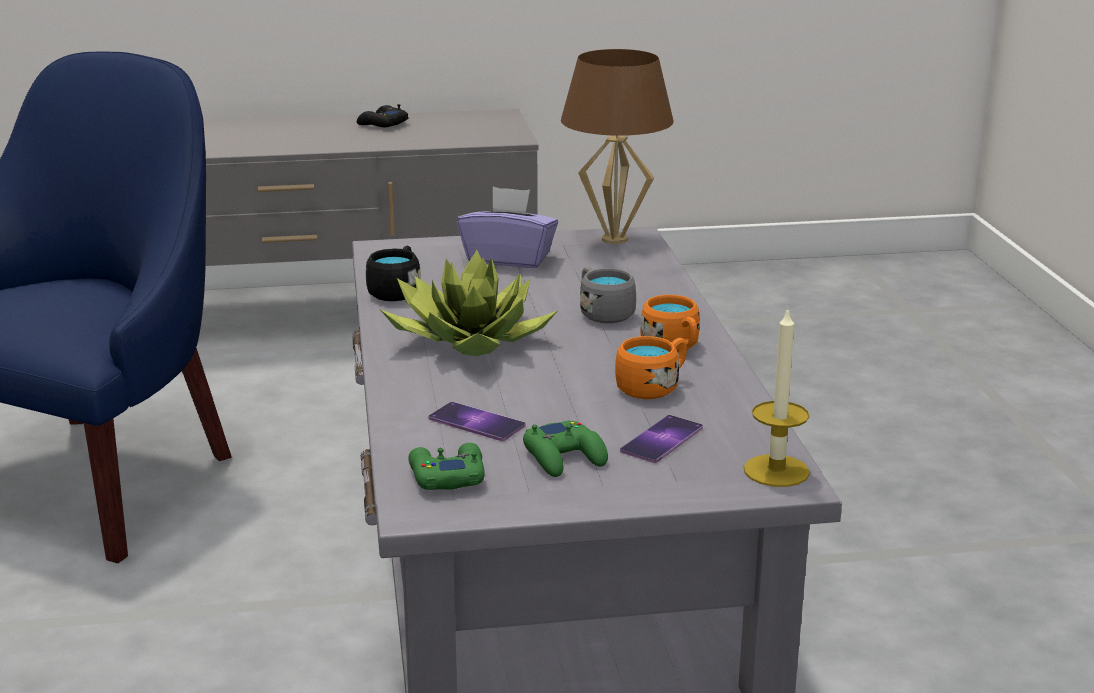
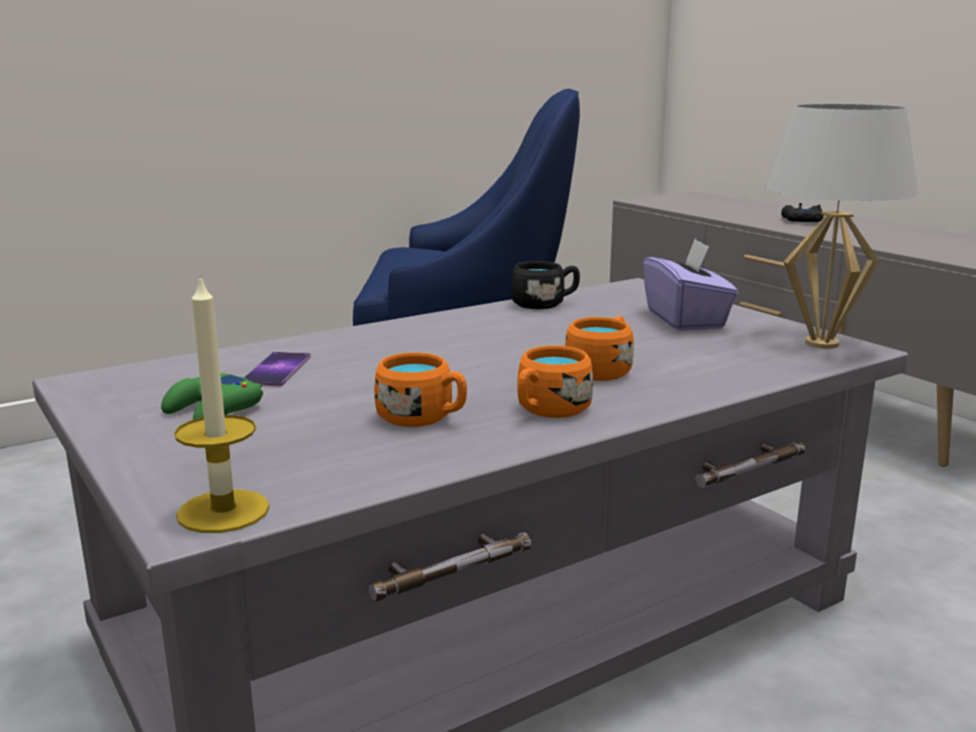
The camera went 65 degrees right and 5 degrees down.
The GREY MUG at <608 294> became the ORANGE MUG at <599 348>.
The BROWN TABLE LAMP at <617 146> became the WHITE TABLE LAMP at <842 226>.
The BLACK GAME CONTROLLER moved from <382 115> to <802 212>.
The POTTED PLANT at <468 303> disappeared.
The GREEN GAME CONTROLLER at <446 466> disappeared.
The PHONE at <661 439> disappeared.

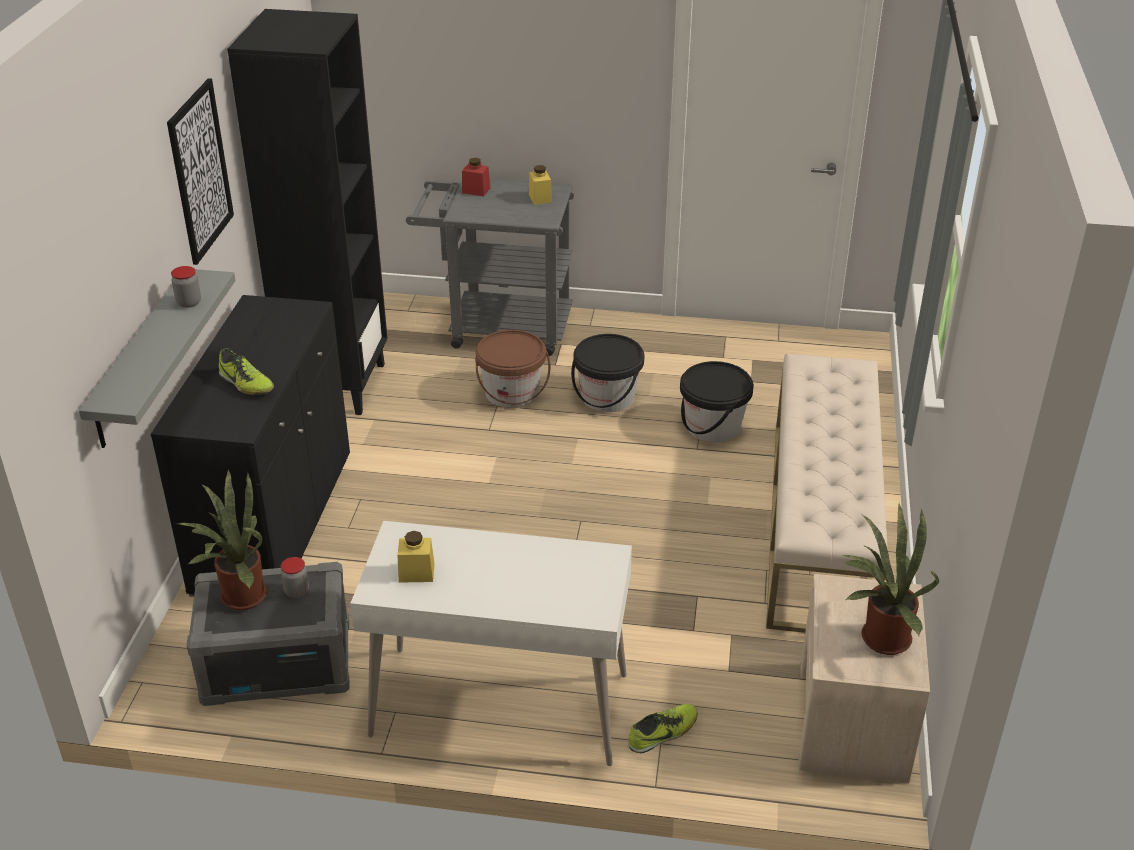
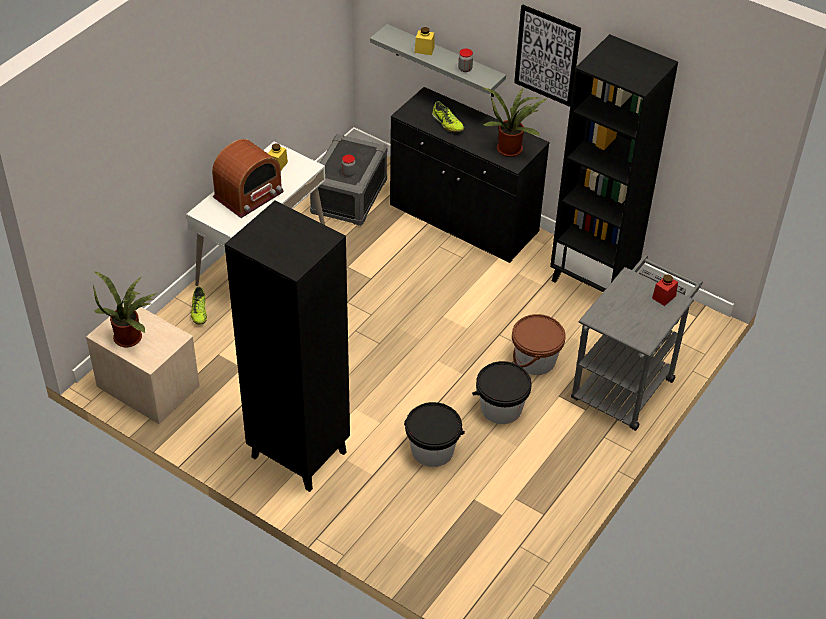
The camera went 115 degrees right and 10 degrees up.
The RADIO at <248 178> appeared.
The BEIGE BENCH at <827 493> was replaced by the BLACK BOOKCASE at <287 346>.
The YELLOW JAR moved from <540 185> to <425 41>.
The SHOE at <246 371> turned 105 degrees counterclockwise.
The POTTED PLANT moved from <220 539> to <515 122>.

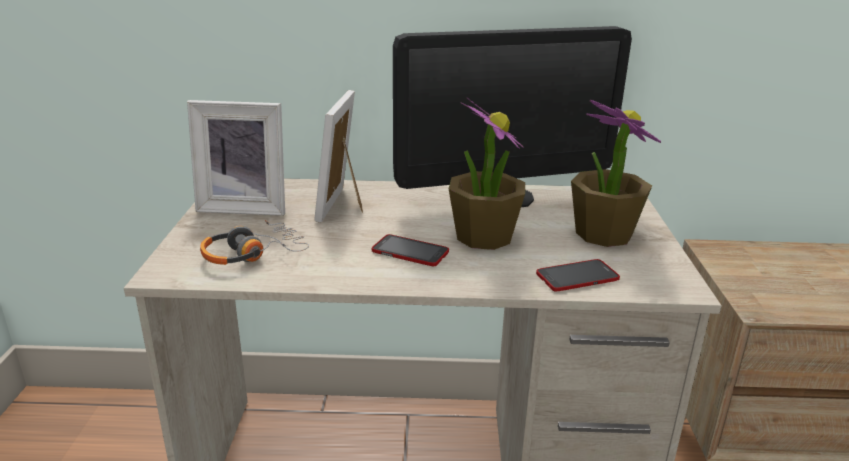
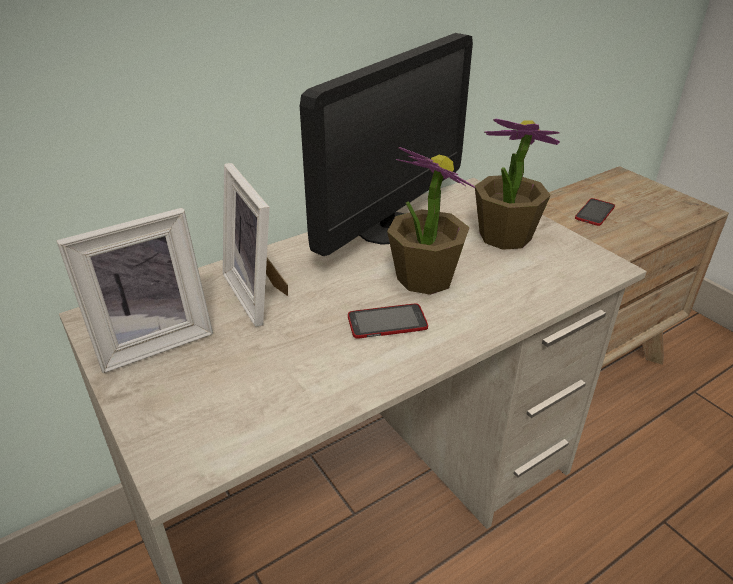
The camera went 35 degrees left and 10 degrees up.
The PHONE moved from <578 275> to <595 212>.
The HEADPHONES at <254 242> disappeared.

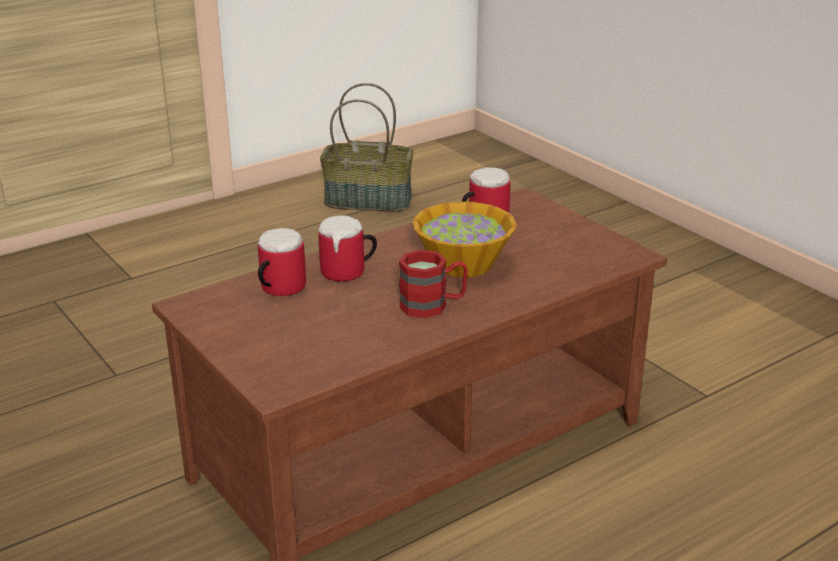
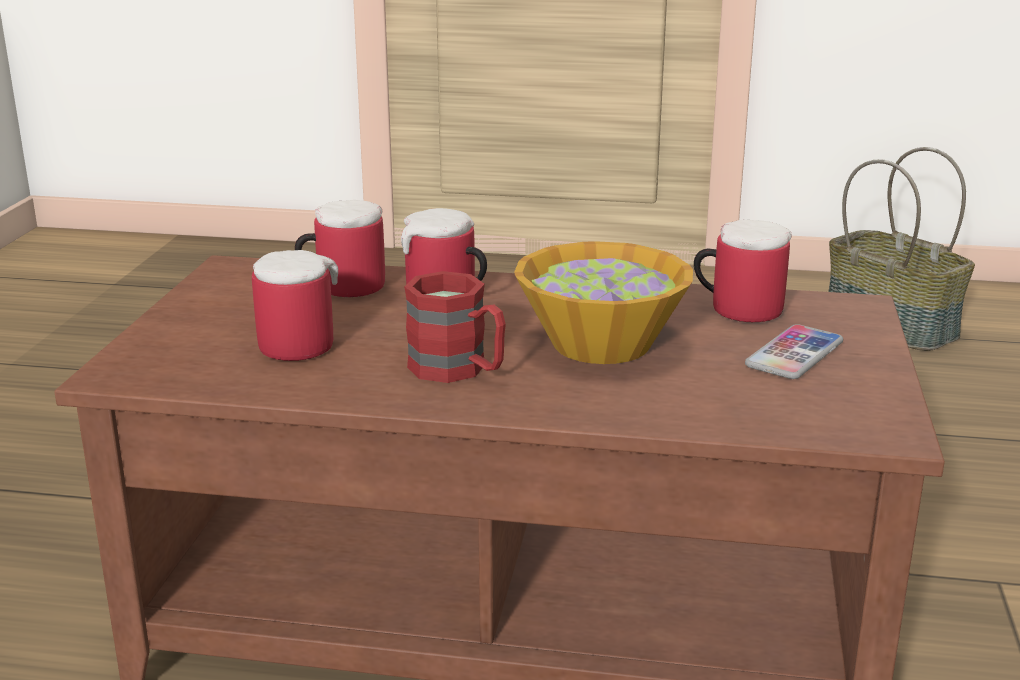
The camera went 45 degrees right and 5 degrees down.
The MUG at <295 305> appeared.
The PHONE at <794 351> appeared.

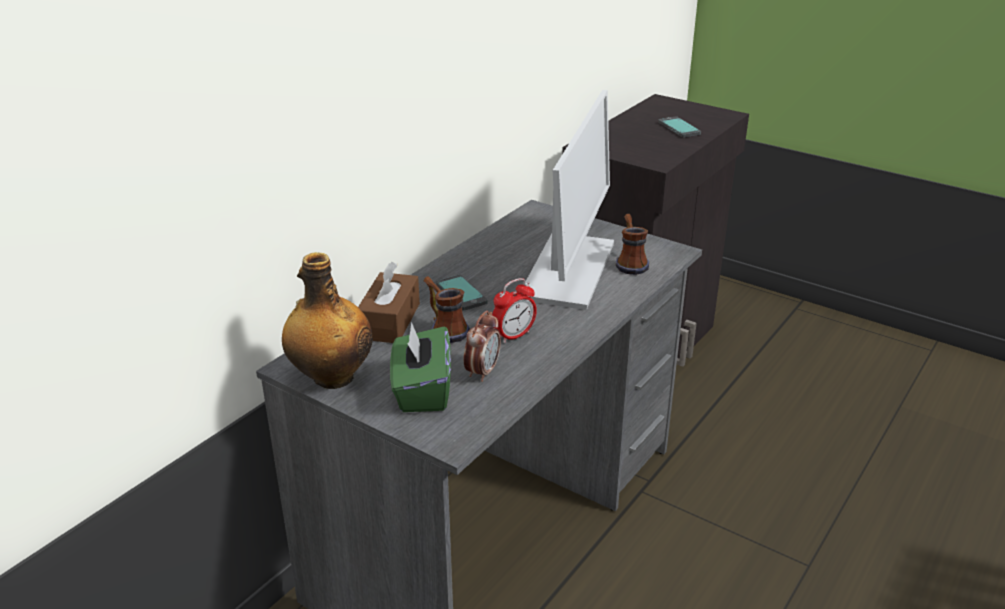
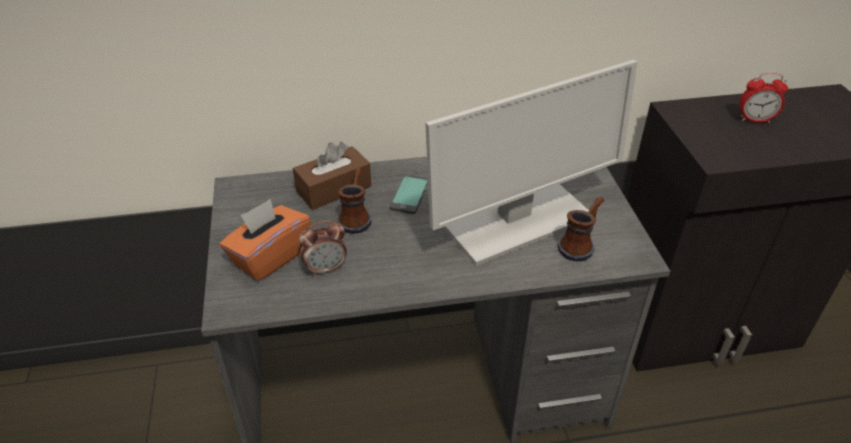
The camera went 45 degrees right and 10 degrees up.
The GREEN TISSUE BOX at <420 367> became the ORANGE TISSUE BOX at <265 240>.
The ALARM CLOCK moved from <514 310> to <763 97>.
The BOTTLE at <327 320> disappeared.
The PHONE at <679 127> disappeared.

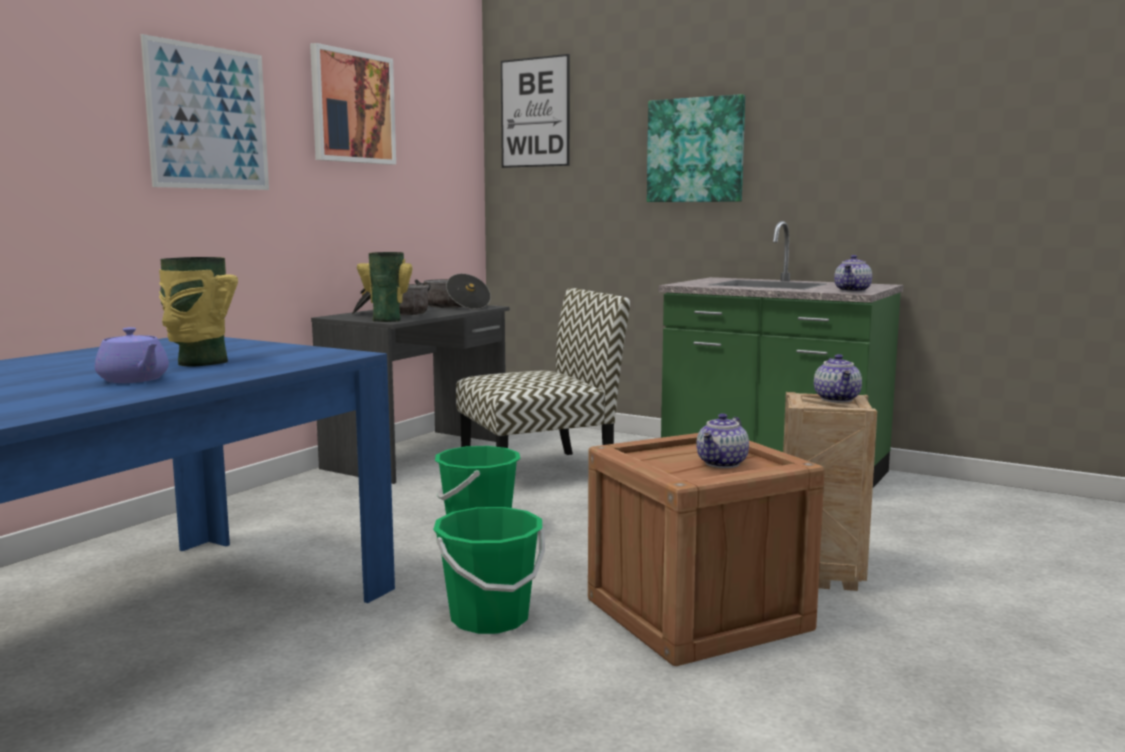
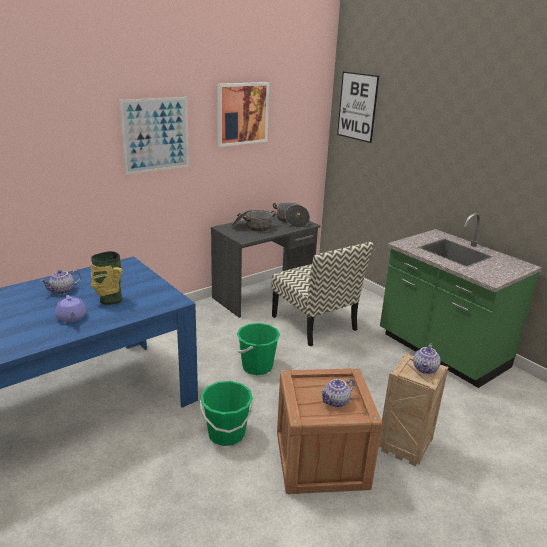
The camera went 20 degrees right and 15 degrees up.
The TEAPOT moved from <853 273> to <60 282>.
The CHAIR at <543 371> turned 60 degrees clockwise.
The VASE at <384 287> disappeared.
The PICTURE at <696 148> disappeared.

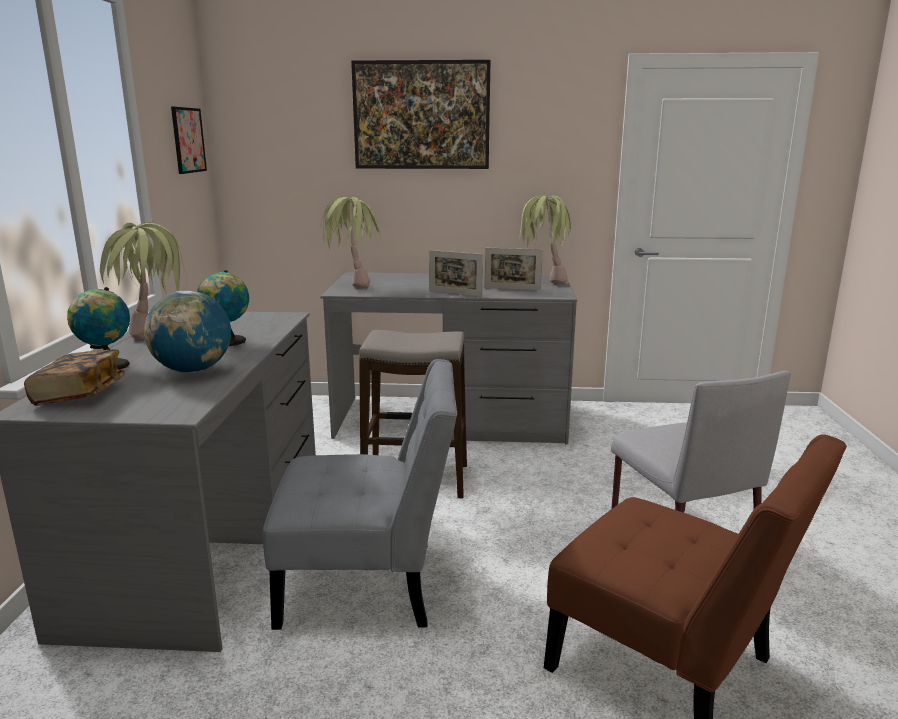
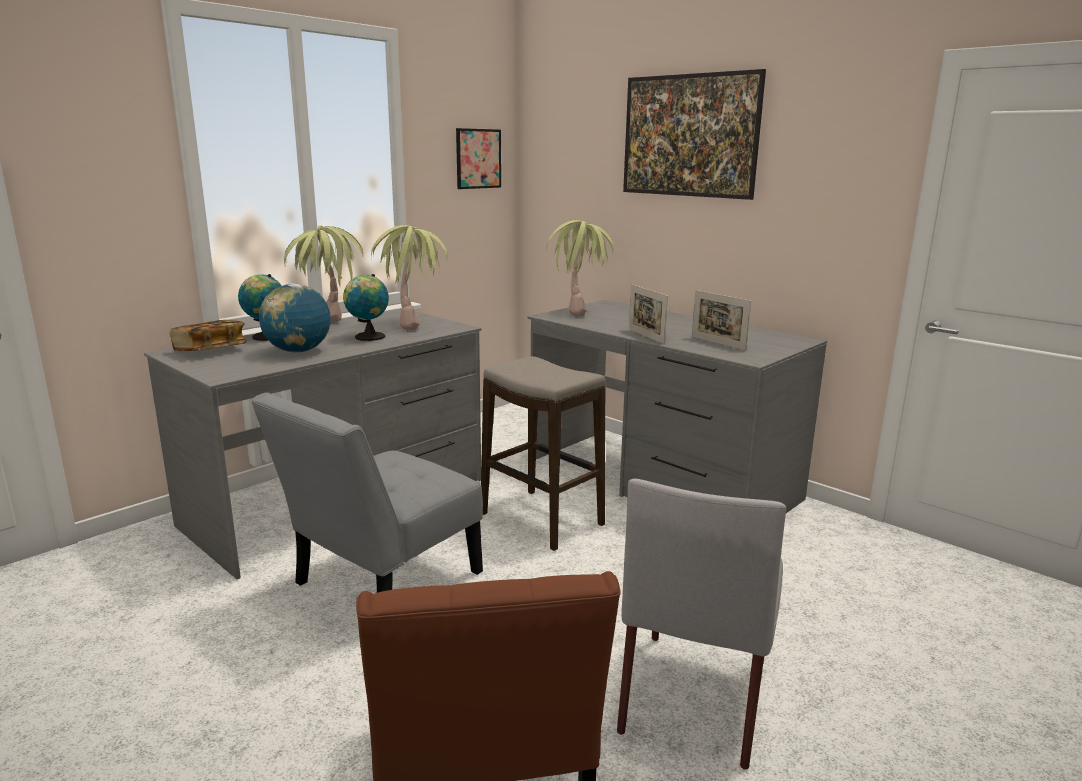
The camera went 40 degrees right and 0 degrees up.
The GREY CHAIR at <360 494> turned 90 degrees clockwise.
The POTTED PLANT moved from <548 240> to <409 277>.

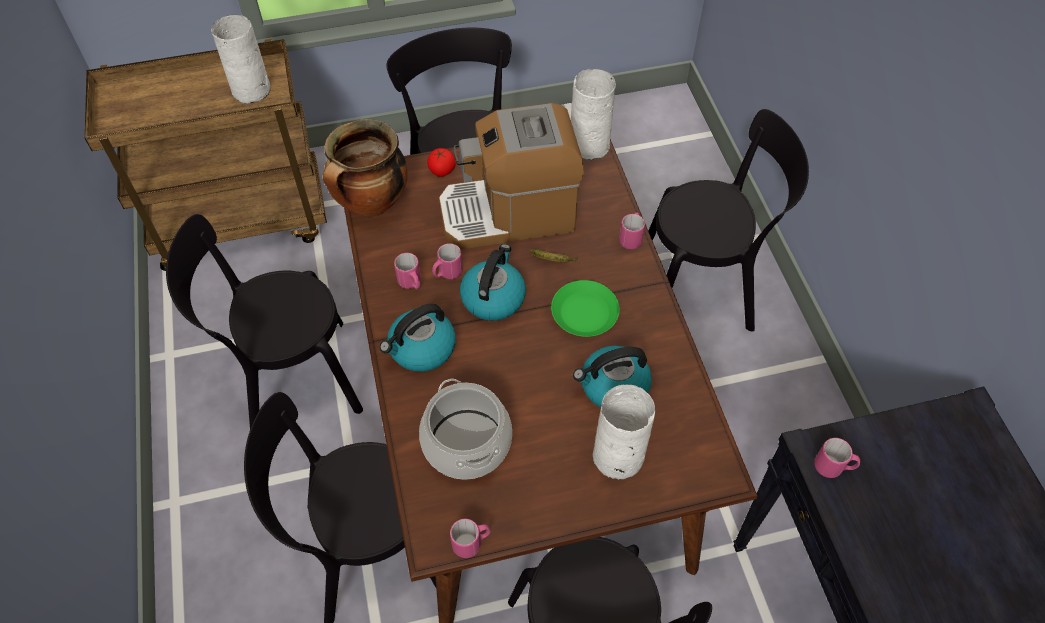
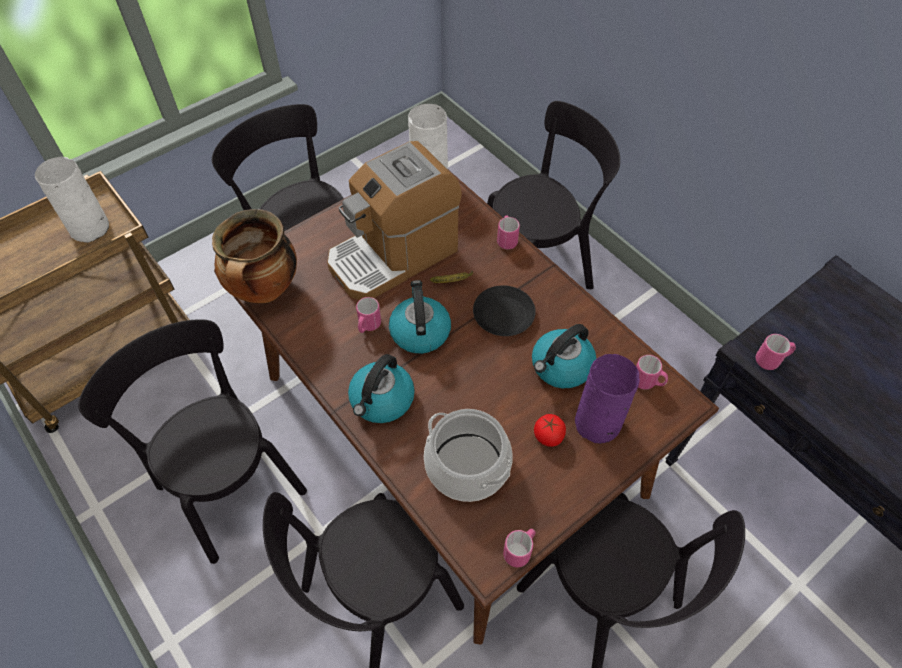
The camera went 25 degrees left and 0 degrees up.
The BLACK CHAIR at <264 321> turned 90 degrees clockwise.
The GREEN PLATE at <585 308> became the BLACK PLATE at <504 310>.
The TOMATO moved from <441 162> to <550 430>.
The WHITE VASE at <624 432> became the PURPLE VASE at <607 399>.
The PINK MUG moved from <407 271> to <652 372>.

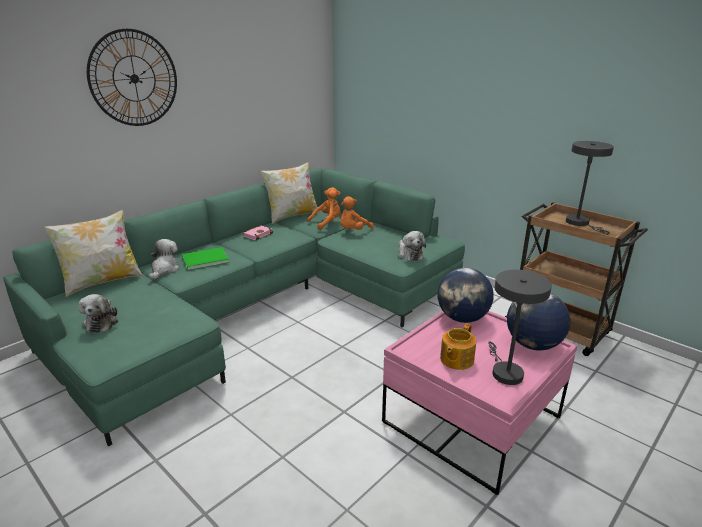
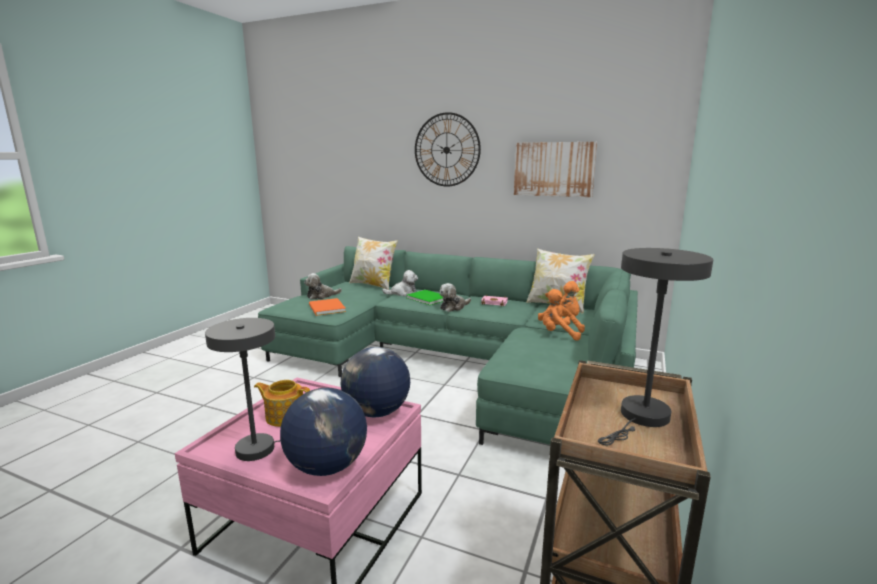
The camera went 70 degrees right and 10 degrees down.
The ORANGE BOOK at <327 307> appeared.
The PLUSH TOY moved from <412 246> to <455 297>.
The PICTURE at <555 169> appeared.

